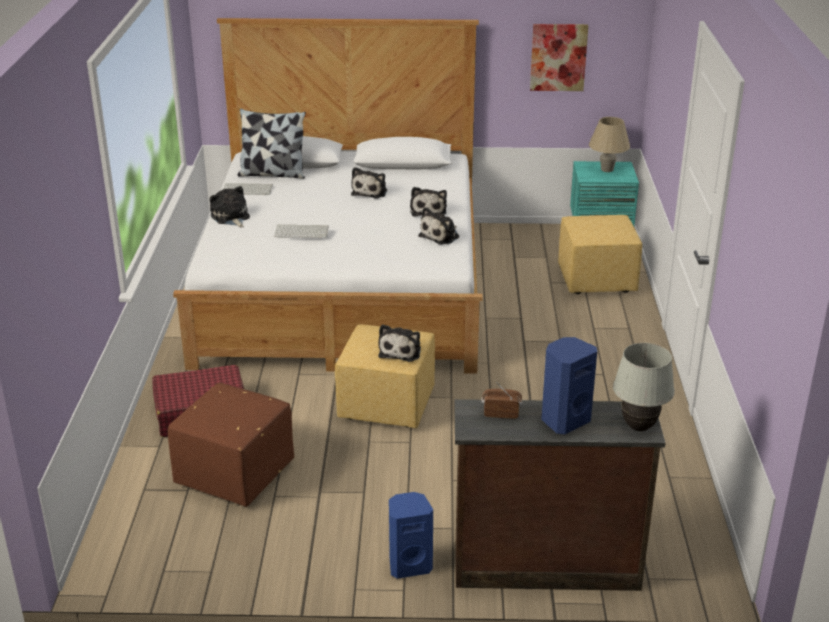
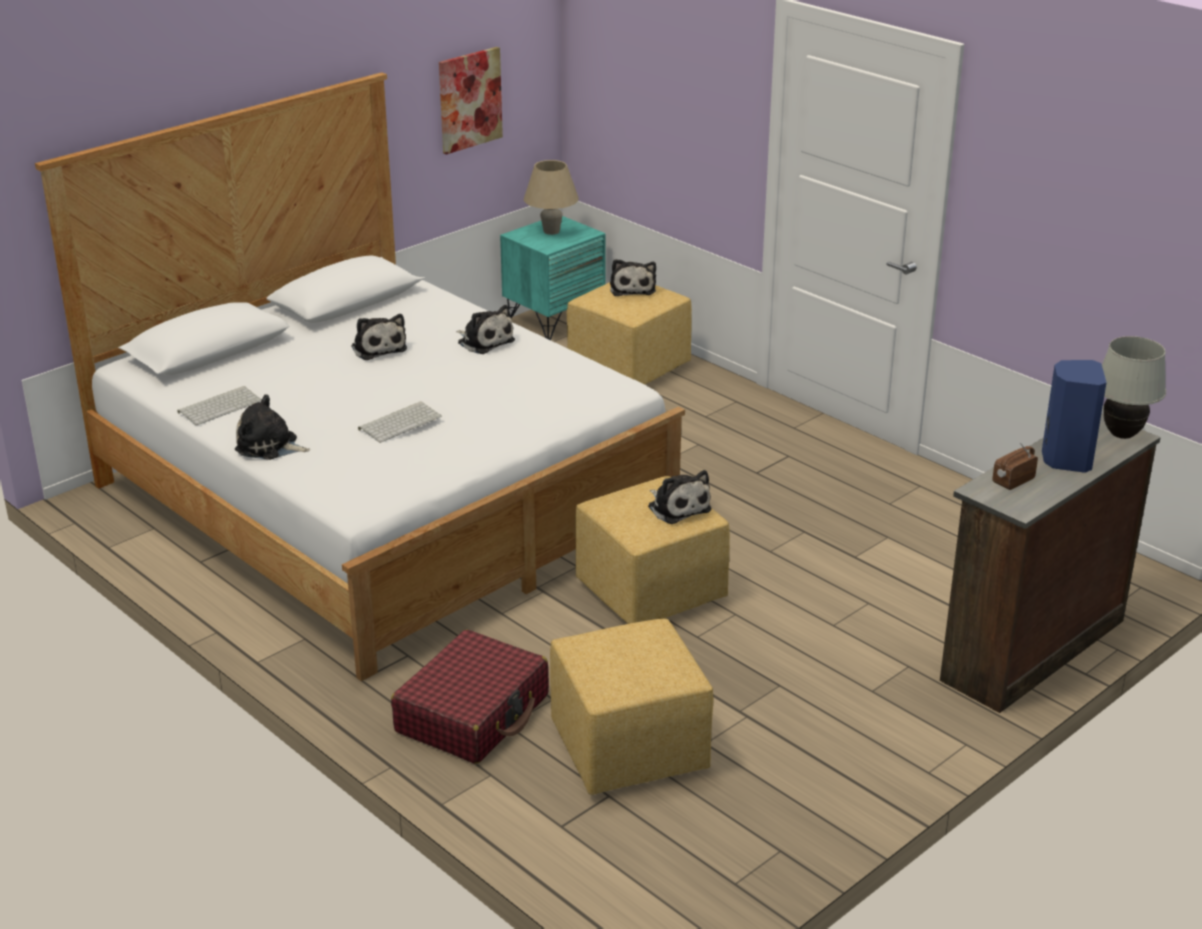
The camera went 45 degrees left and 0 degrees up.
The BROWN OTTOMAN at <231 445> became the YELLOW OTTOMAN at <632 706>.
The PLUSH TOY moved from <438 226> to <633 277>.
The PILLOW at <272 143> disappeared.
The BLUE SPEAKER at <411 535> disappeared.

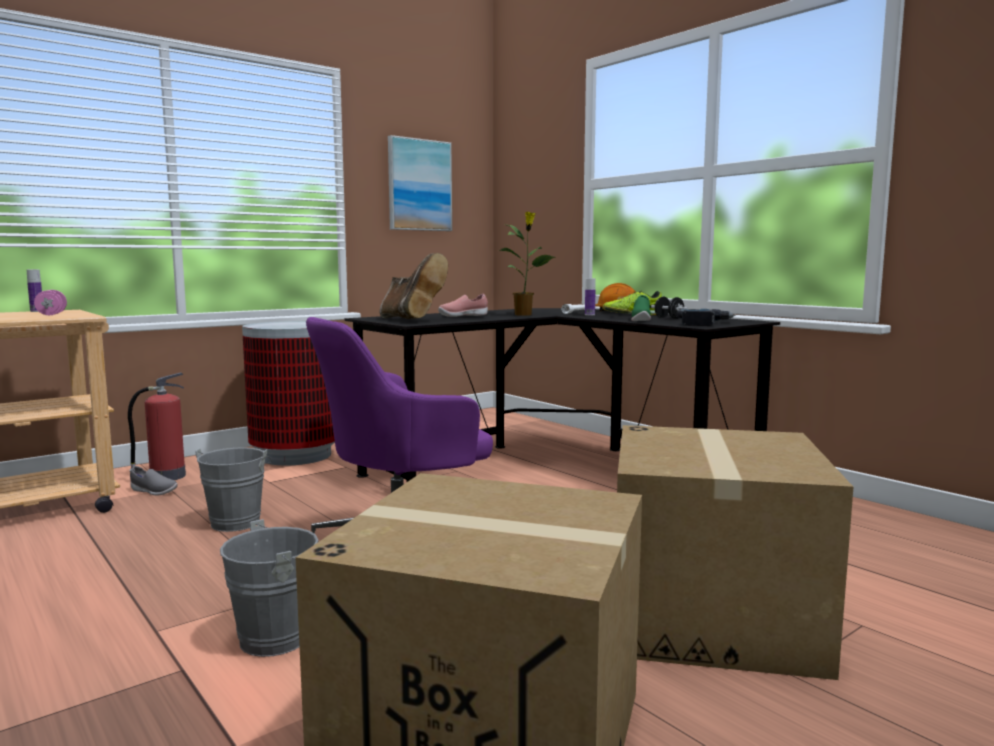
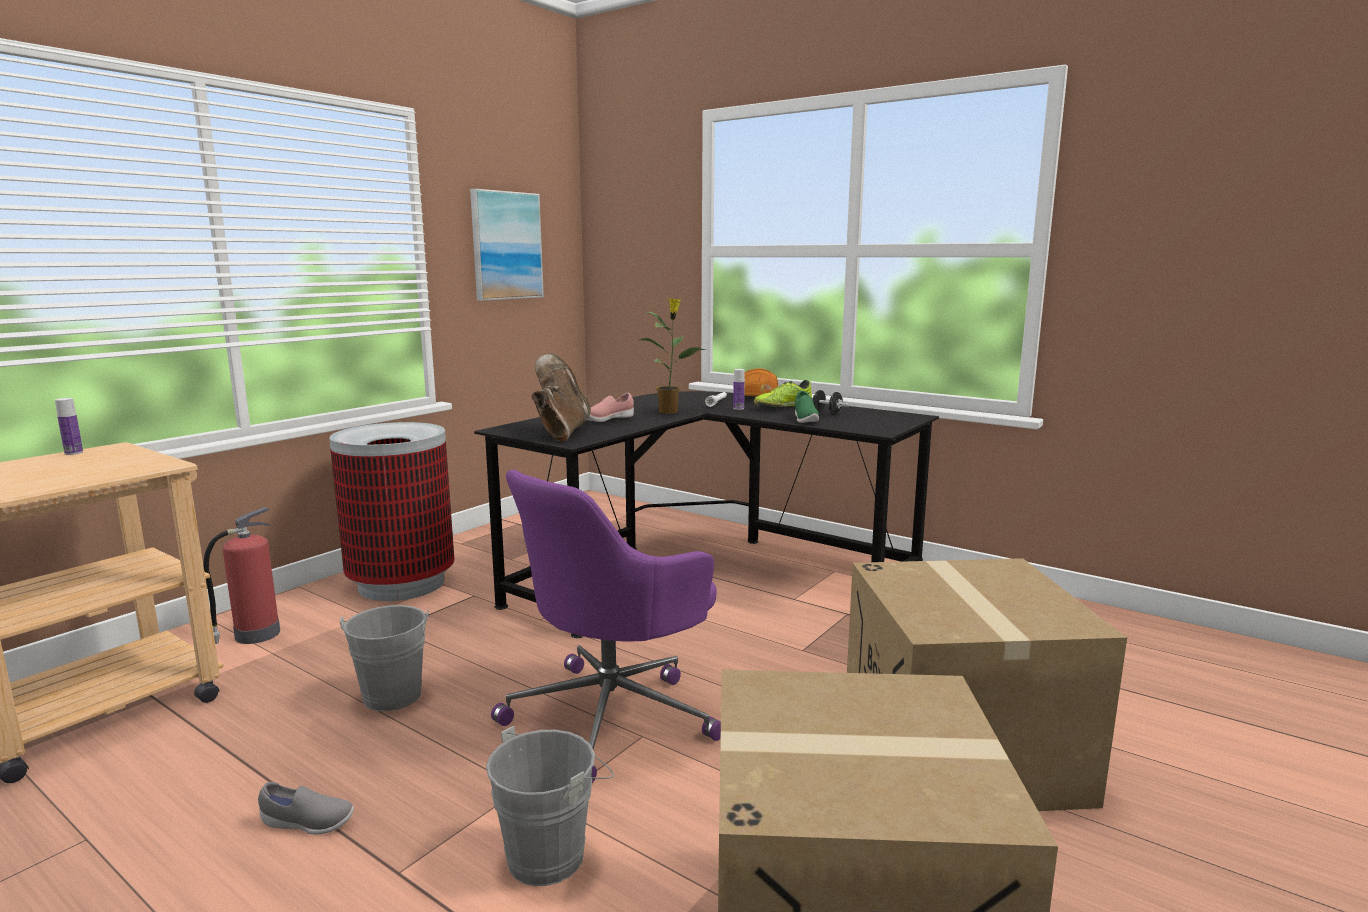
The camera went 15 degrees left and 5 degrees up.
The GREY SHOE moved from <154 480> to <306 808>.
The BROWN BOOT at <414 286> turned 120 degrees counterclockwise.
The PINK DUMBBELL at <50 302> disappeared.
The POWER DRILL at <706 317> disappeared.

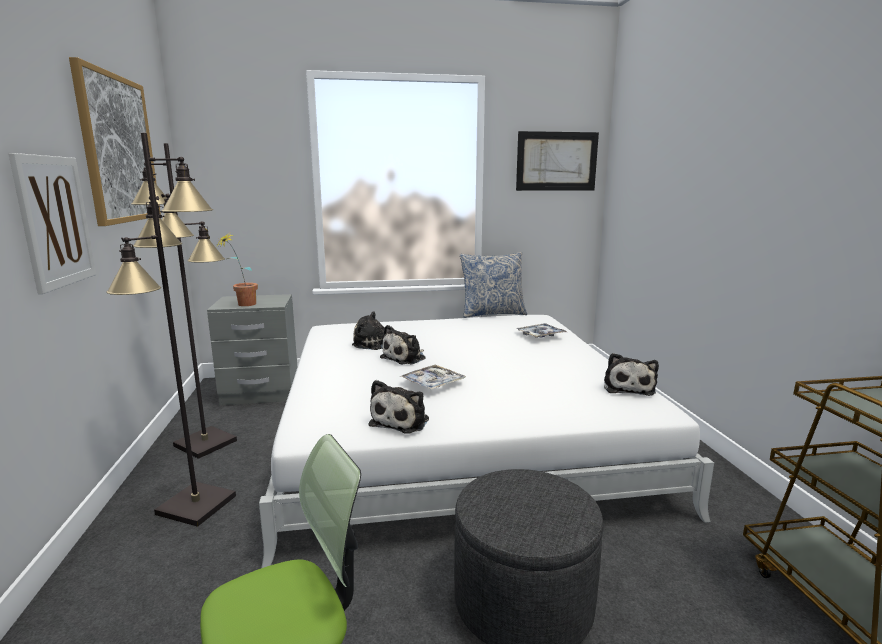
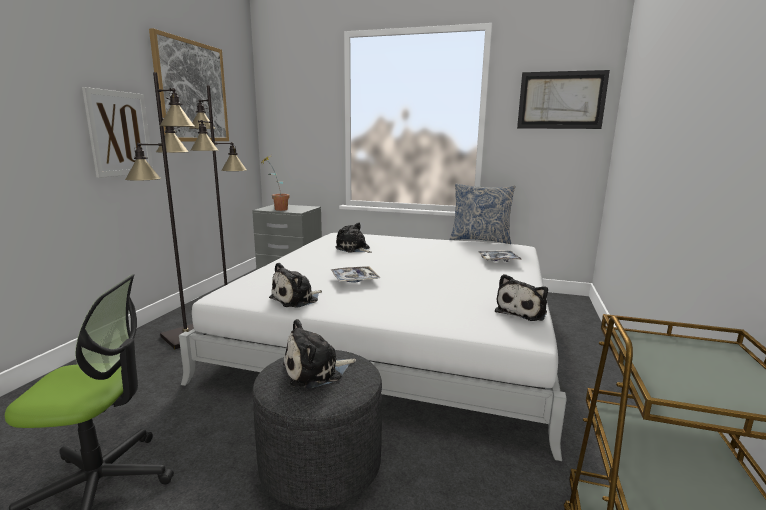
The camera went 25 degrees right and 0 degrees up.
The PLUSH TOY moved from <403 344> to <319 354>.

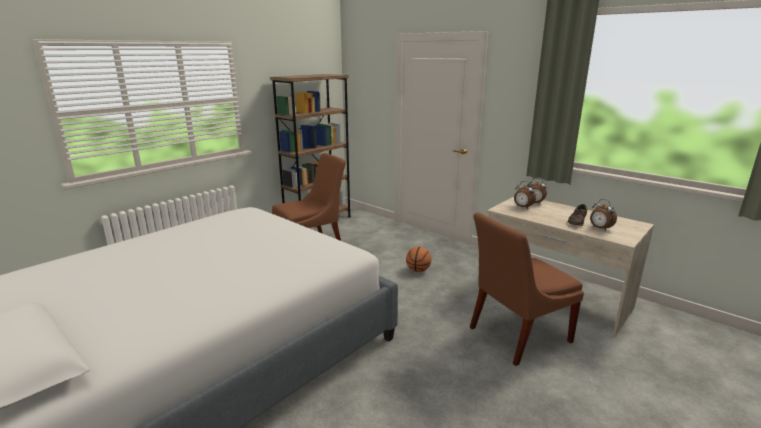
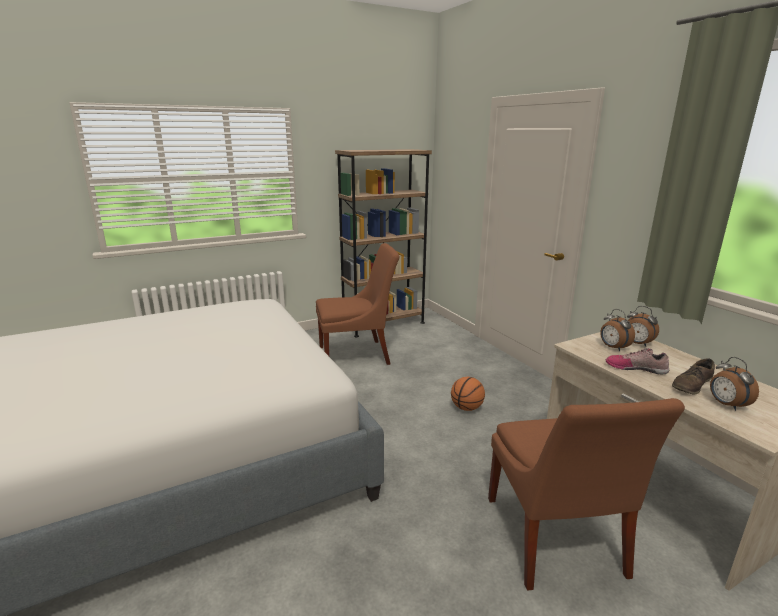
The camera went 20 degrees right and 0 degrees up.
The BROWN CHAIR at <527 289> turned 90 degrees counterclockwise.
The SHOE at <637 361> appeared.

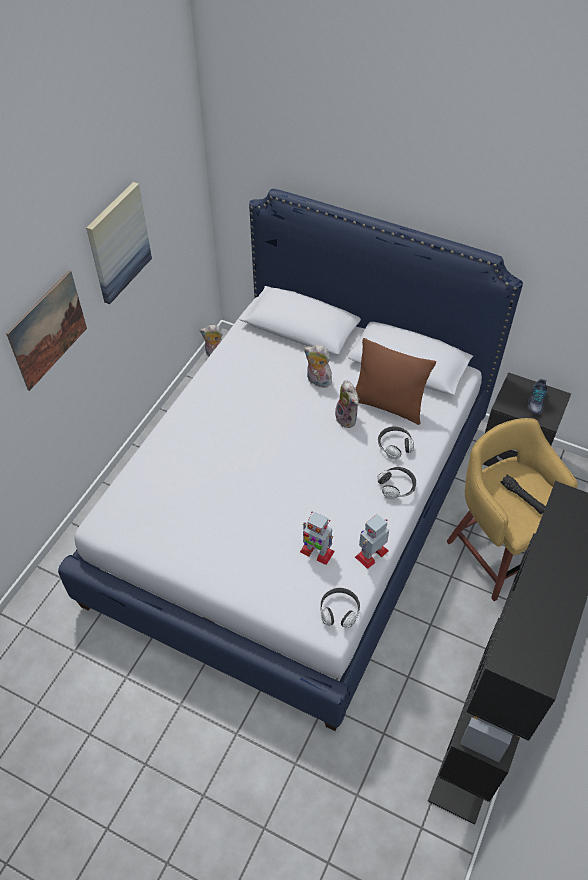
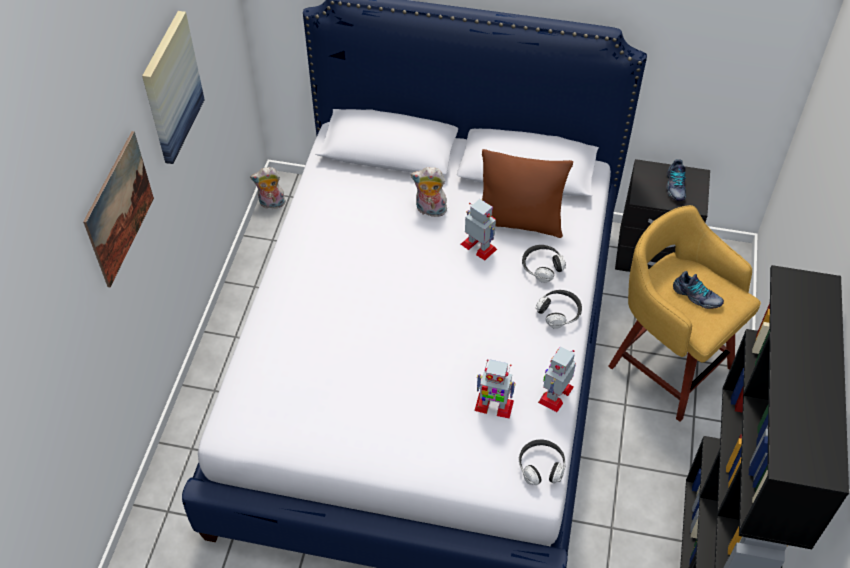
The camera went 15 degrees left and 0 degrees up.
The PLUSH TOY at <347 404> was replaced by the TOY ROBOT at <479 229>.
The BLACK FLASHLIGHT at <523 494> was replaced by the SHOE at <698 290>.

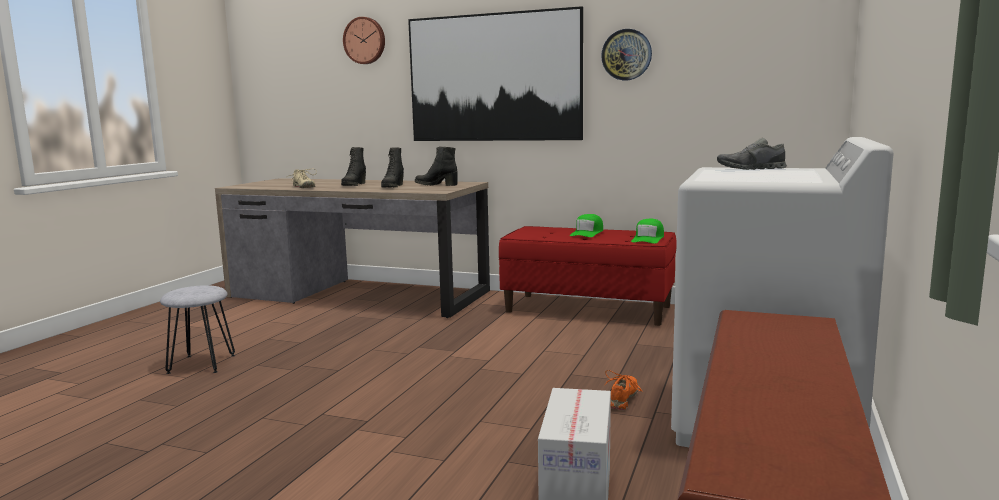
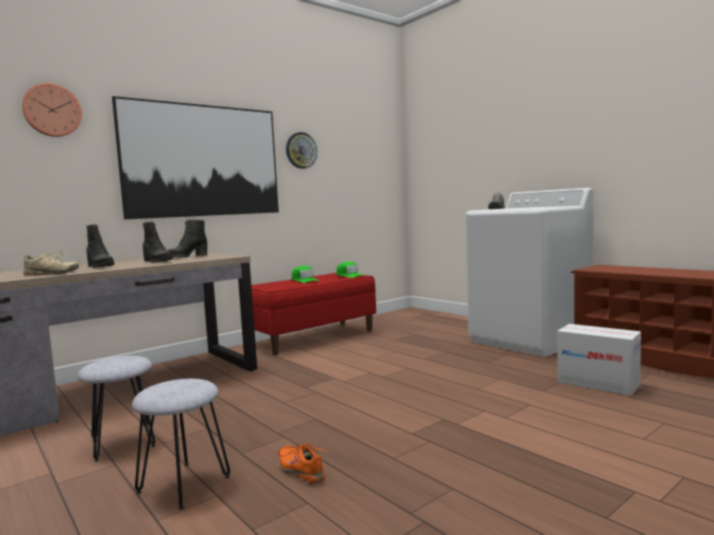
The camera went 60 degrees left and 5 degrees down.
The GREY STOOL at <116 409> appeared.
The ORANGE SHOE moved from <624 390> to <303 463>.

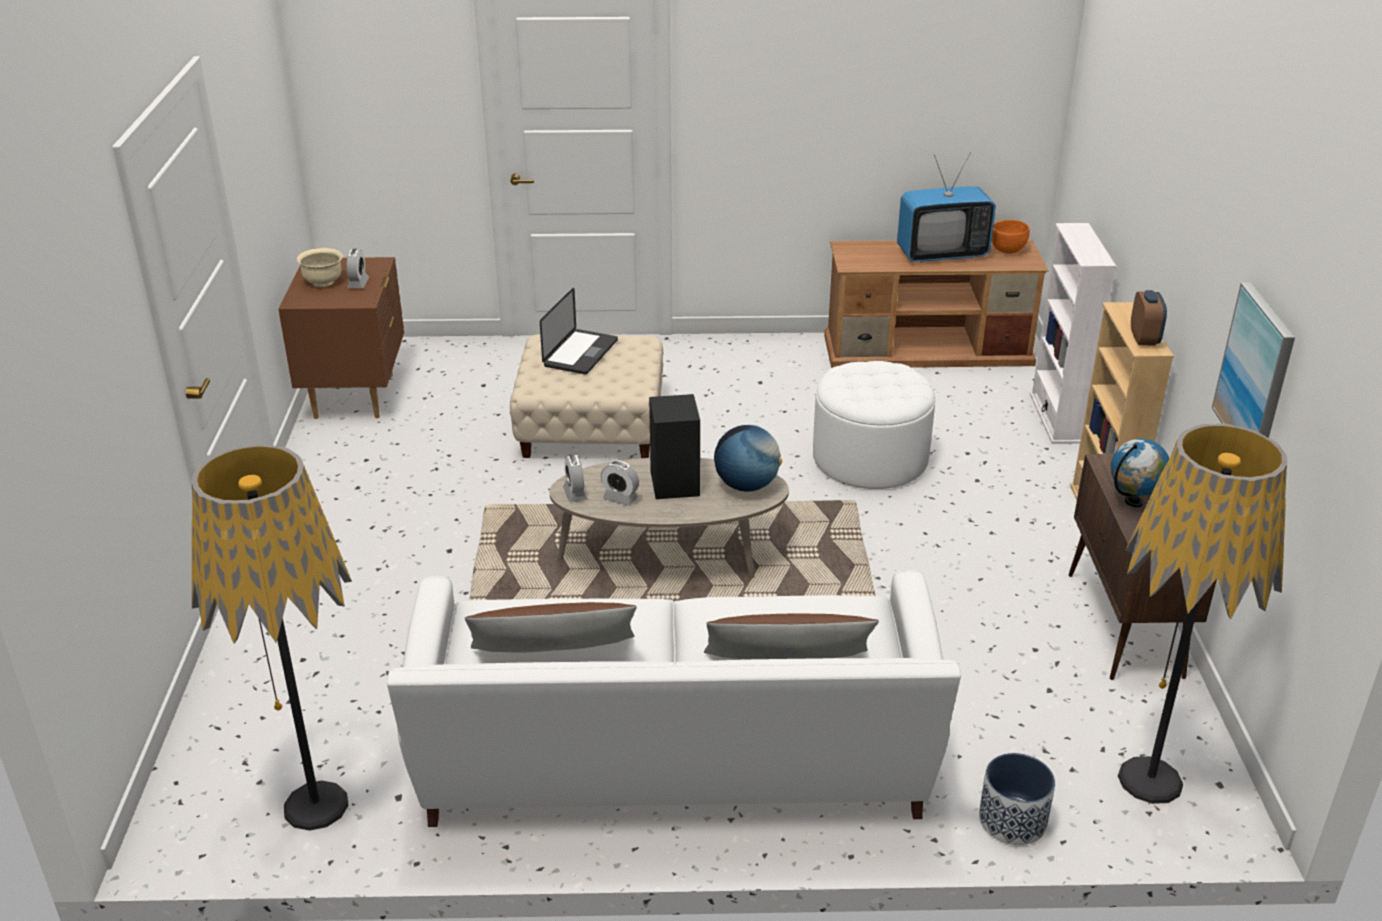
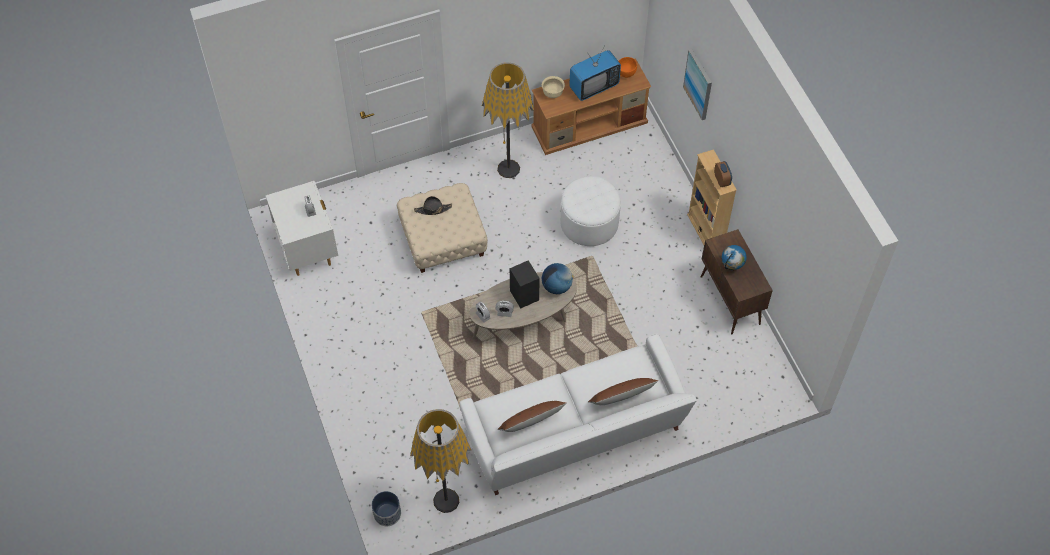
The camera went 20 degrees left and 25 degrees up.
The BROWN NIGHTSTAND at <341 338> became the WHITE NIGHTSTAND at <302 228>.
The PLANTER moved from <1017 799> to <386 508>.
The LAPTOP at <579 331> was replaced by the BLACK HAT at <433 205>.
The FLOOR LAMP moved from <1202 614> to <508 120>.
The BEIGE BOWL moved from <320 267> to <553 87>.
The PICTURE moved from <1253 360> to <697 84>.
The WHITE BOOKCASE at <1073 333> disappeared.

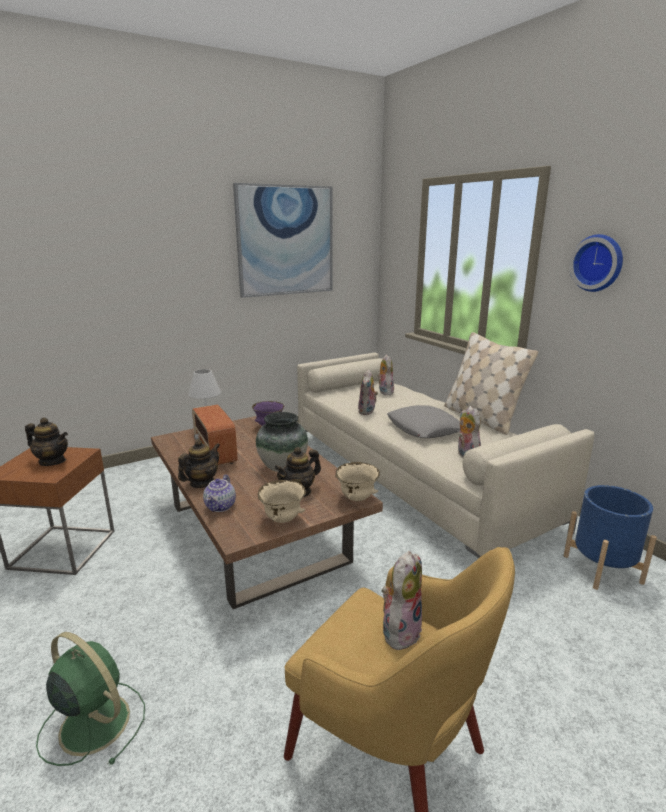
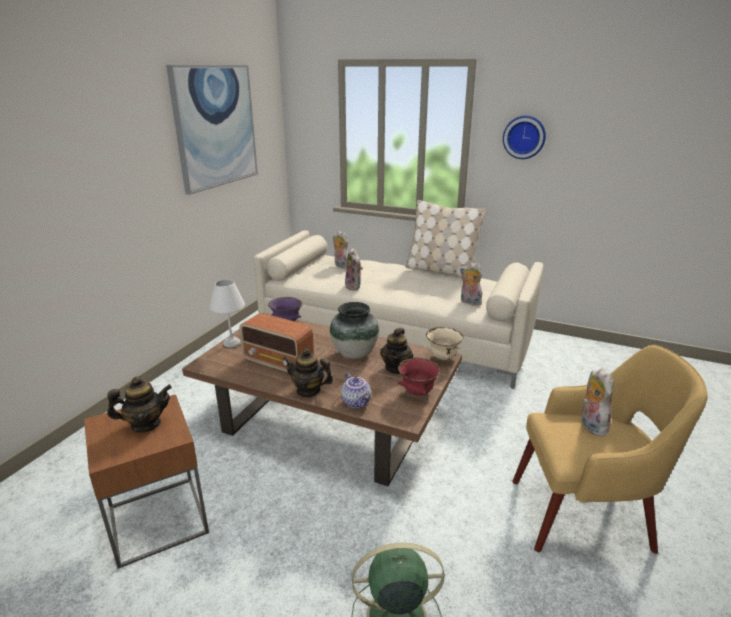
The camera went 35 degrees left and 5 degrees up.
The TEAPOT at <199 463> turned 75 degrees counterclockwise.
The BEIGE BOWL at <282 501> became the RED BOWL at <418 377>.
The GREY PILLOW at <423 421> disappeared.
The BLUE PLANTER at <610 537> disappeared.

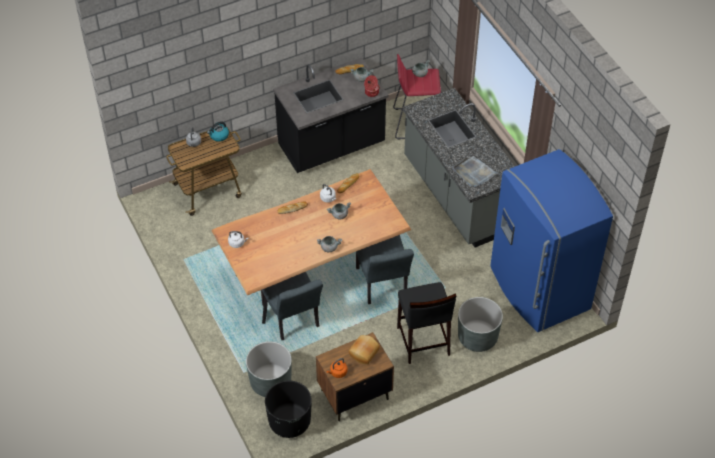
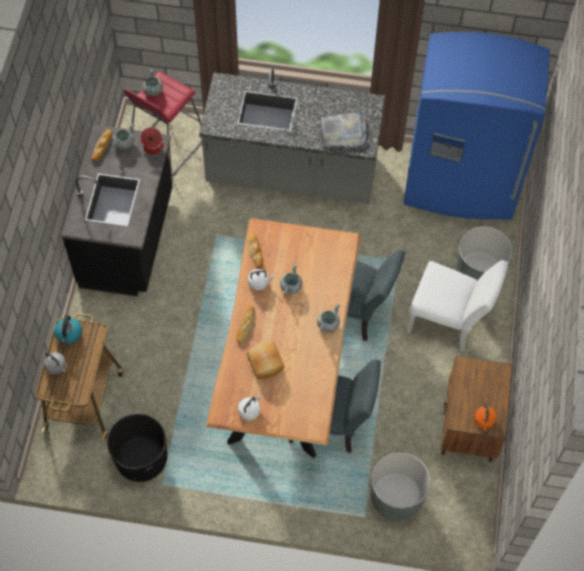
The camera went 55 degrees left and 10 degrees up.
The BLACK PLANTER moved from <288 409> to <137 448>.
The BREAD moved from <364 350> to <265 360>.
The BLACK STOOL at <426 323> was replaced by the WHITE CHAIR at <457 305>.

